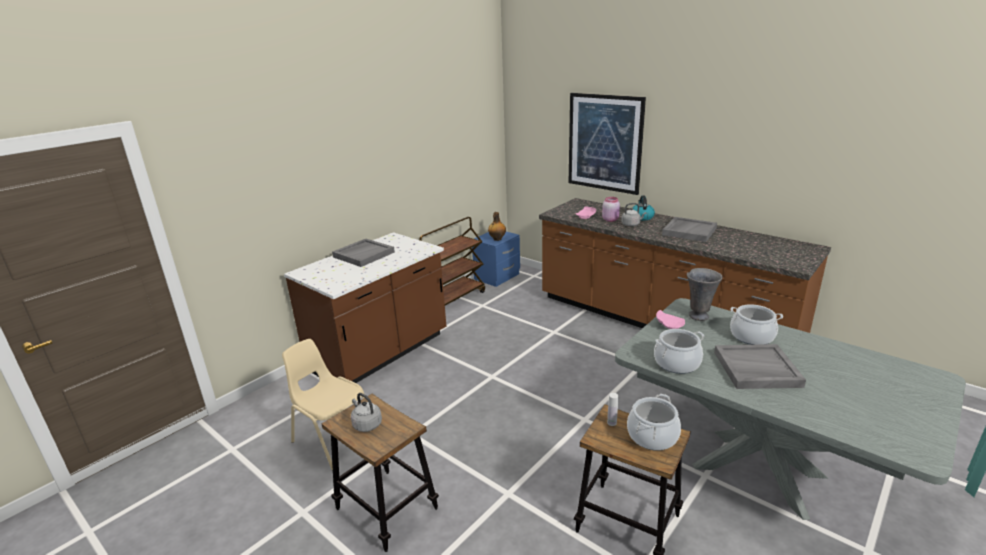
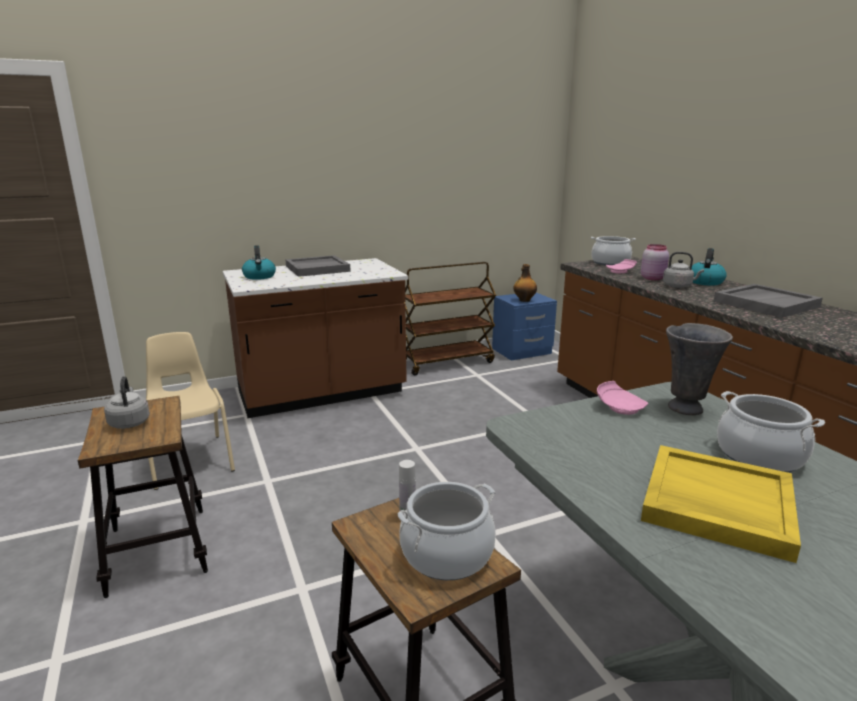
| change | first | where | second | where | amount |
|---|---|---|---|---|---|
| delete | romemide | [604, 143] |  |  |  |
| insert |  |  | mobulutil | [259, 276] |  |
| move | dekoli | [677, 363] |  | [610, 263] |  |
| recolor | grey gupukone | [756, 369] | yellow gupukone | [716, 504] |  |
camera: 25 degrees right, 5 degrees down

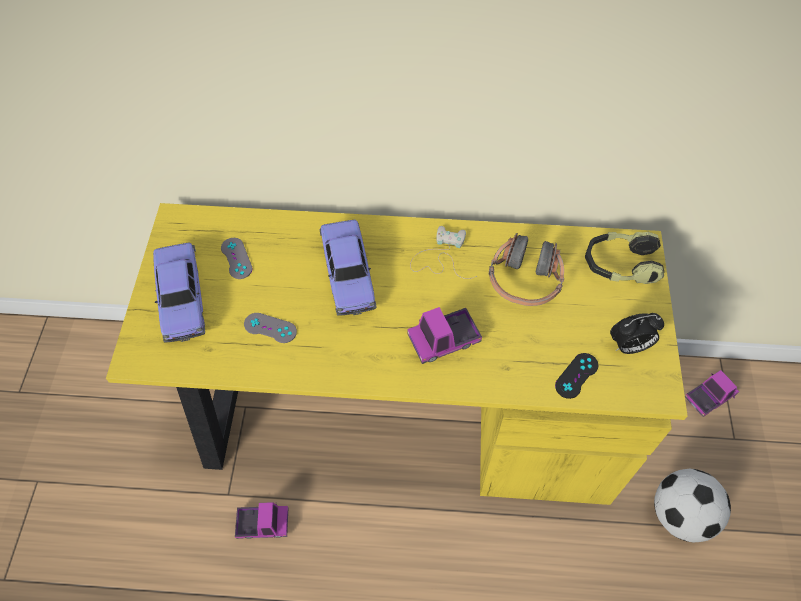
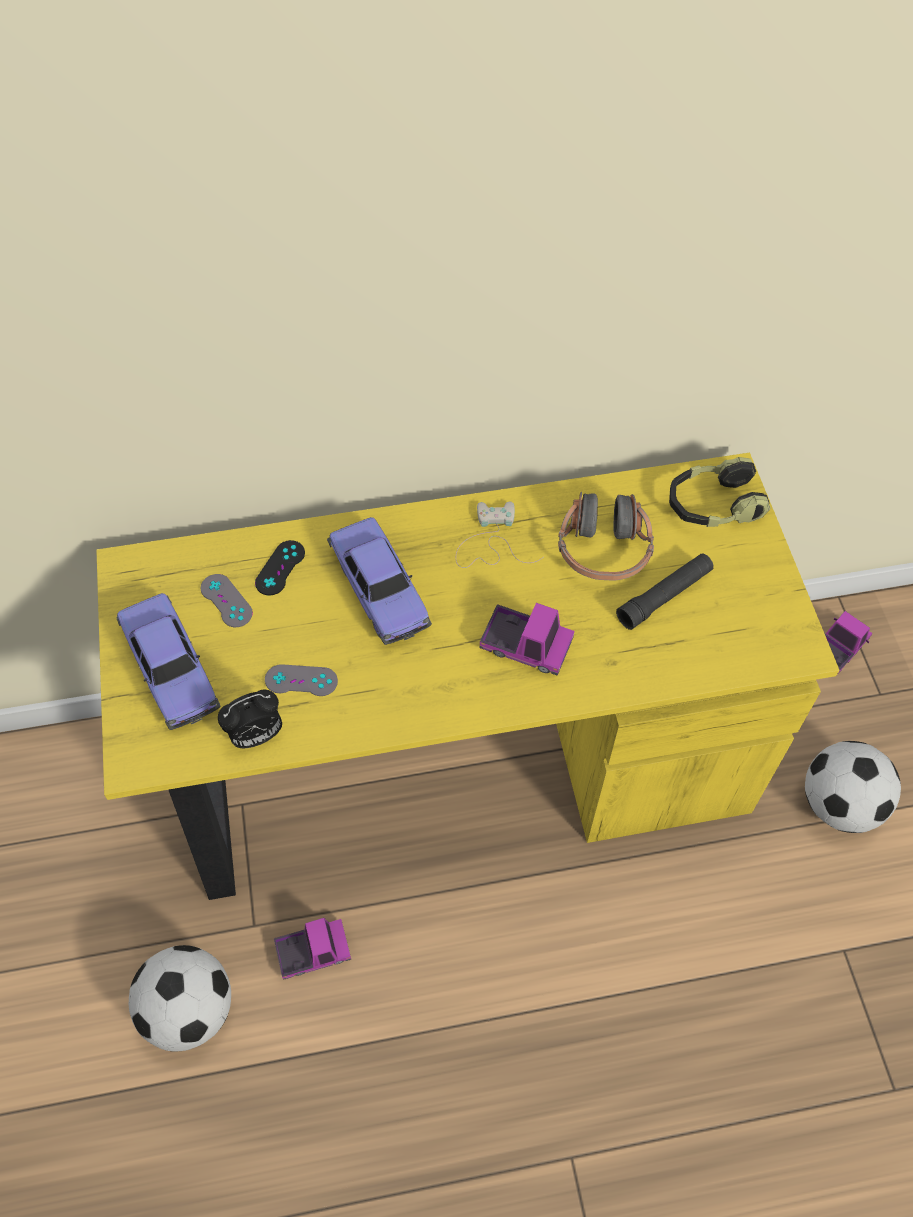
| change | first | where | second | where | amount |
|---|---|---|---|---|---|
| insert |  |  | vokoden | [189, 1009] |  |
| insert |  |  | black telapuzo | [664, 596] |  |
| move | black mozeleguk | [576, 375] |  | [280, 568] |  |
| move | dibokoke | [629, 346] |  | [256, 735] |  |
| rotate | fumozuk | [443, 340] |  | [526, 646] | 120 degrees counterclockwise |
camera: 15 degrees left, 0 degrees up

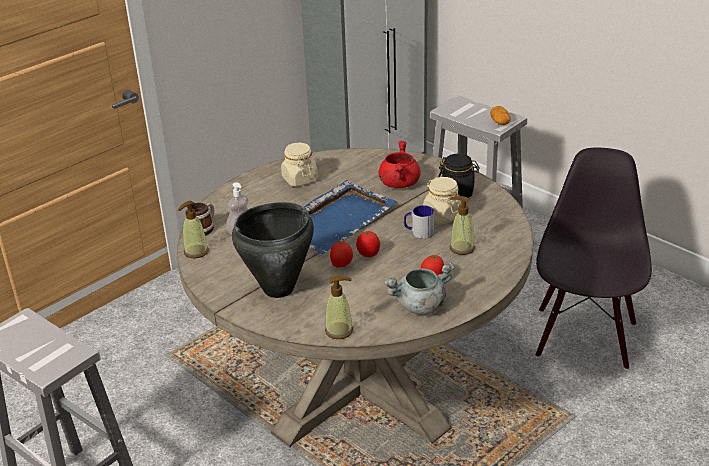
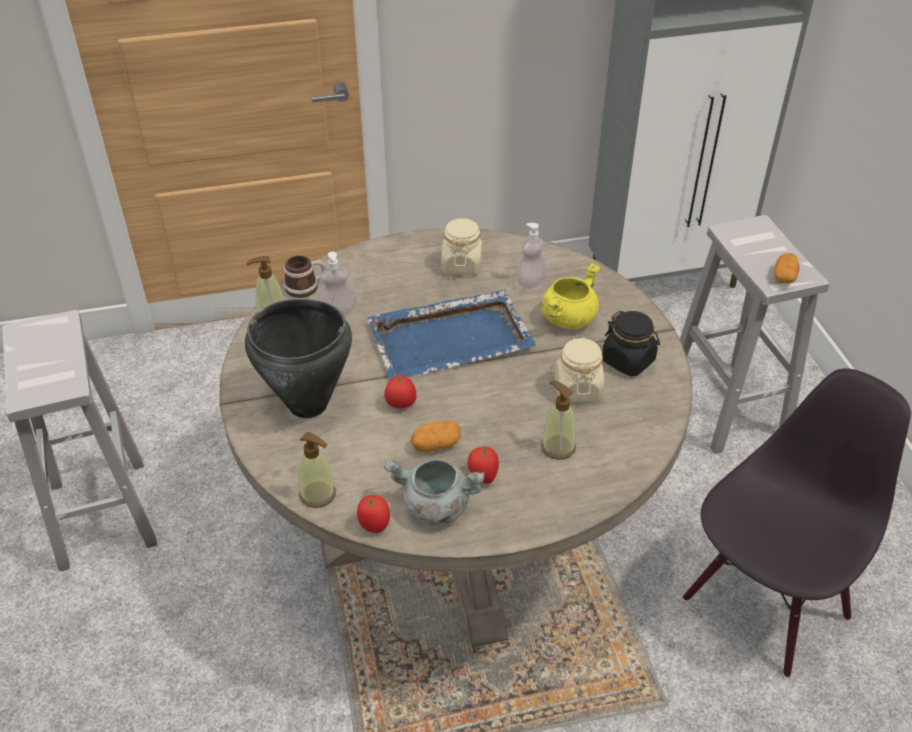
| change | first | where | second | where | amount |
|---|---|---|---|---|---|
| delete | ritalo | [418, 232] |  |  |  |
| insert |  |  | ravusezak | [436, 445] |  |
| insert |  |  | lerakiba | [530, 281] |  |
| move | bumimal | [368, 254] |  | [374, 525] |  |
| recolor | red dekoli | [399, 183] | yellow dekoli | [568, 318] |  |
camera: 30 degrees right, 10 degrees up

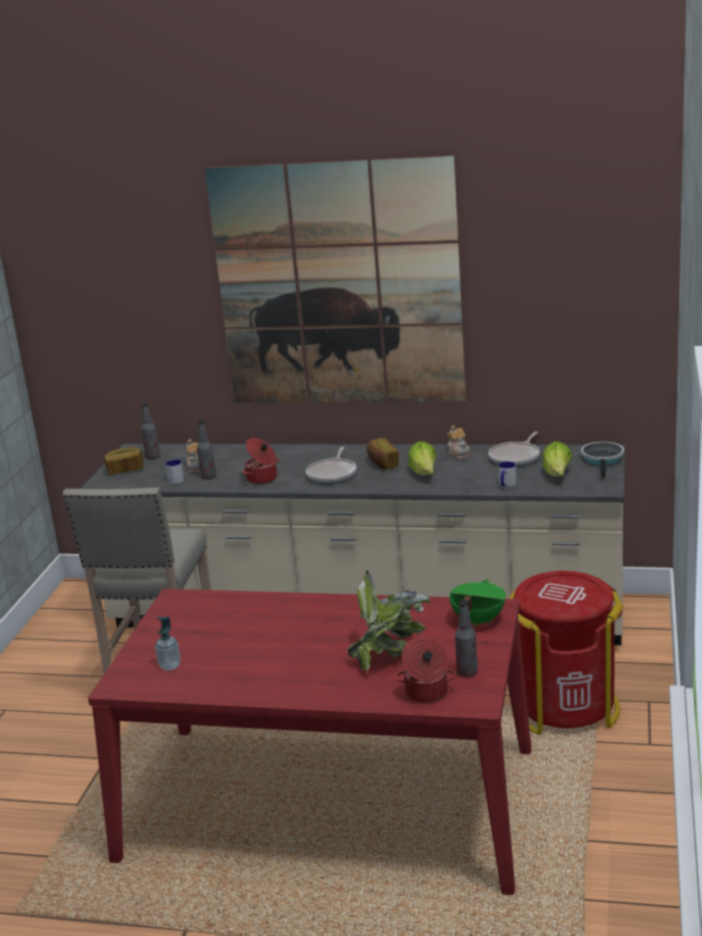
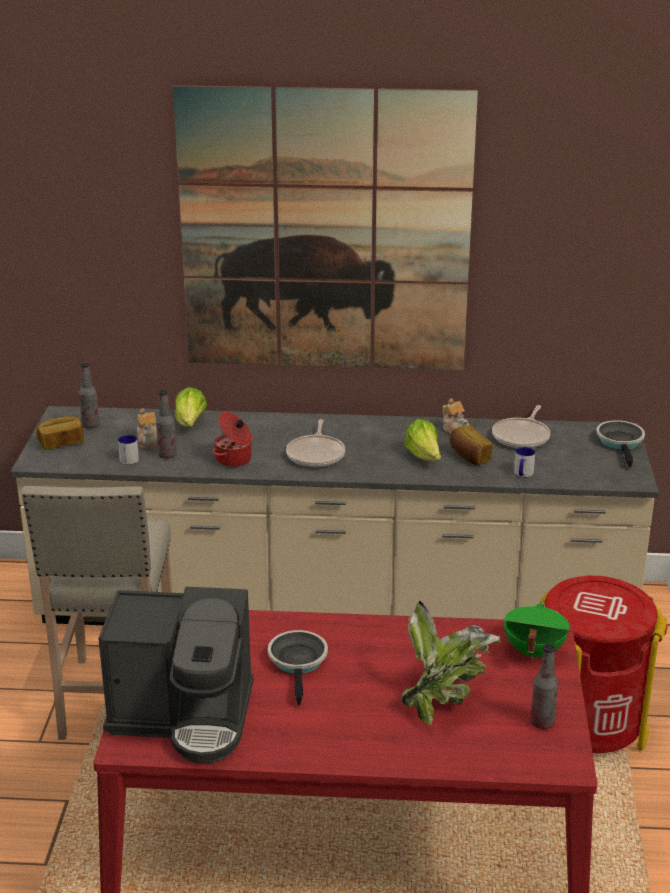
| change | first | where | second | where | amount |
|---|---|---|---|---|---|
| delete | dekoli | [426, 693] |  |  |  |
| insert |  |  | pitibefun | [298, 663] |  |
| move | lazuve | [382, 463] |  | [469, 456] |  |
| move | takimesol | [557, 475] |  | [190, 424] |  |
| replace | lerakiba | [170, 666] | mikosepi | [184, 716] |  |
camera: 10 degrees left, 5 degrees up

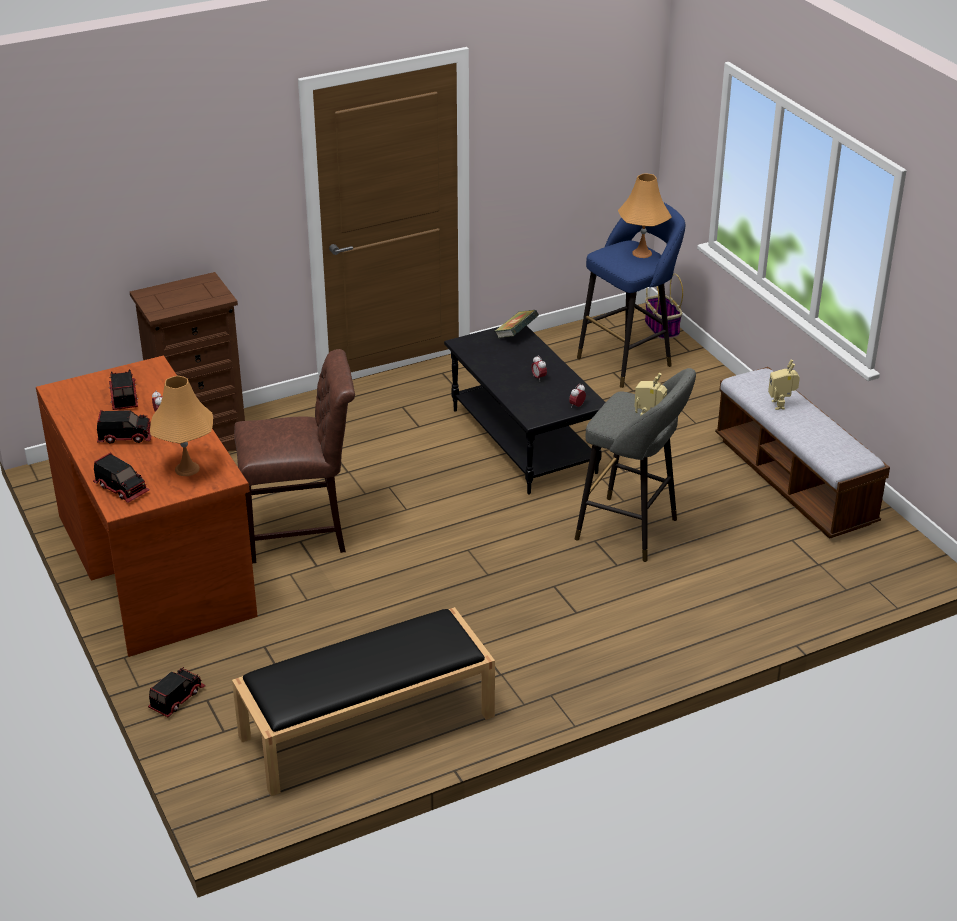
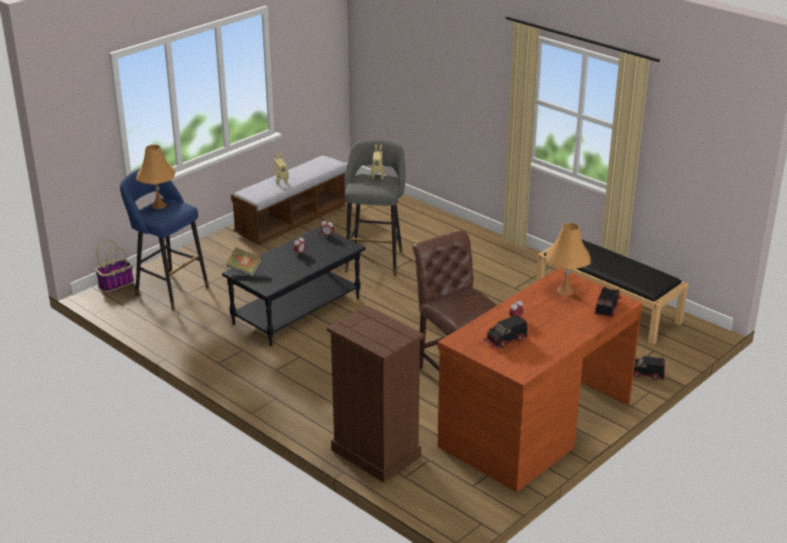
| change | first | where | second | where | amount |
|---|---|---|---|---|---|
| delete | fumozuk | [126, 436] |  |  |  |
camera: 110 degrees left, 5 degrees down

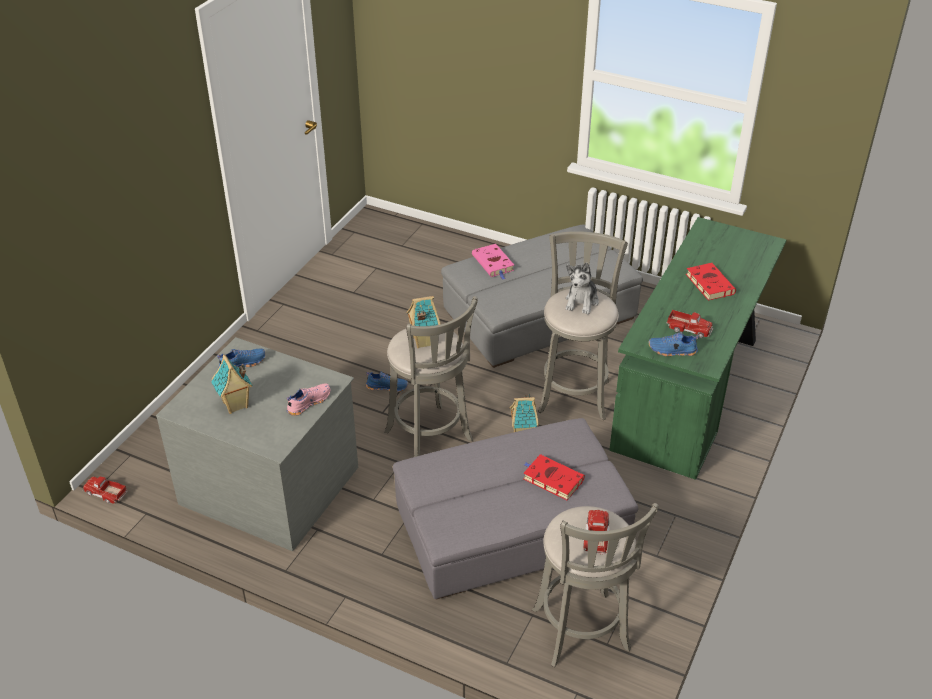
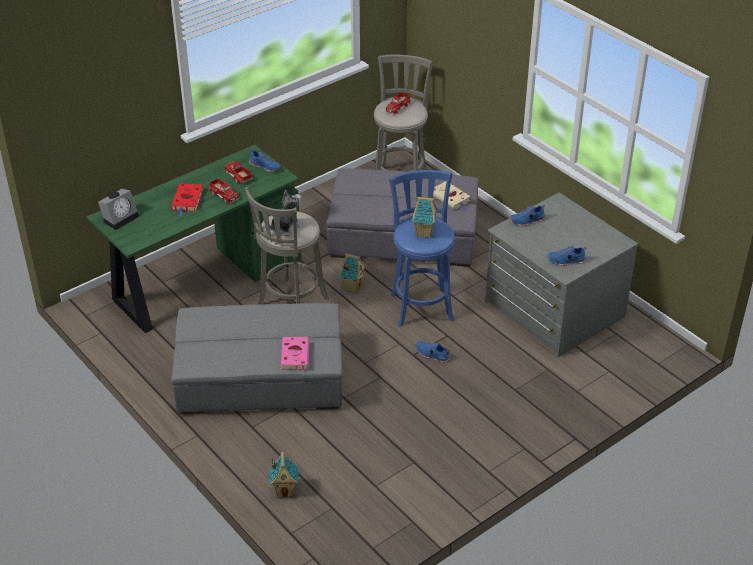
| change | first | where | second | where | amount |
|---|---|---|---|---|---|
| delete | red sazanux | [551, 479] |  |  |  |
| insert |  |  | dibokoke | [121, 218] |  |
| insert |  |  | beige sazanux | [450, 198] |  |
| move | fumozuk | [105, 493] |  | [224, 195] |  |
| move | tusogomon | [235, 405] |  | [285, 490] |  |
| recolor | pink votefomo | [308, 402] | blue votefomo | [527, 221] |  |
| recolor | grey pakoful | [431, 438] | blue pakoful | [421, 305] |  |
camera: 155 degrees left, 0 degrees up

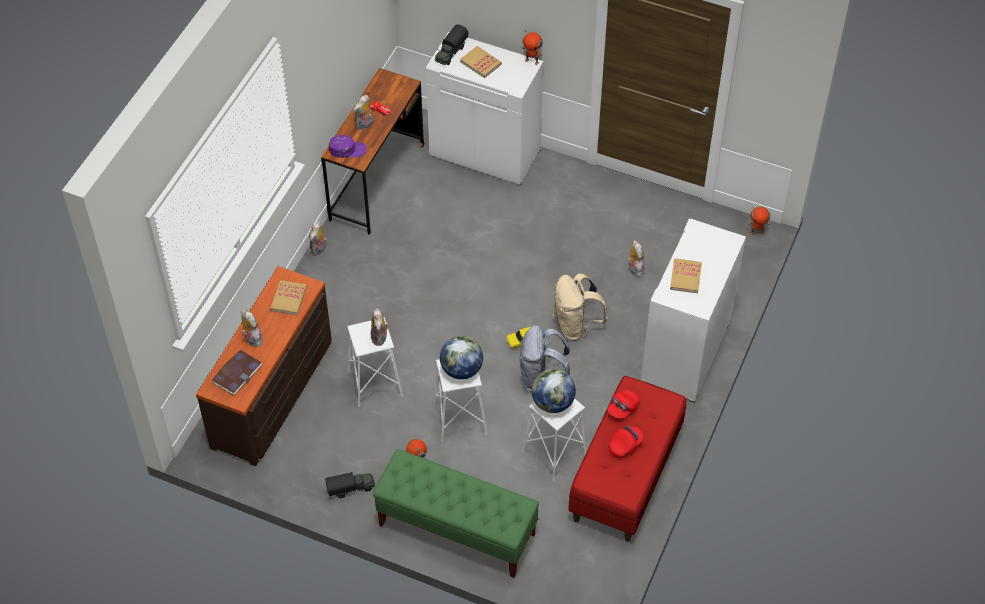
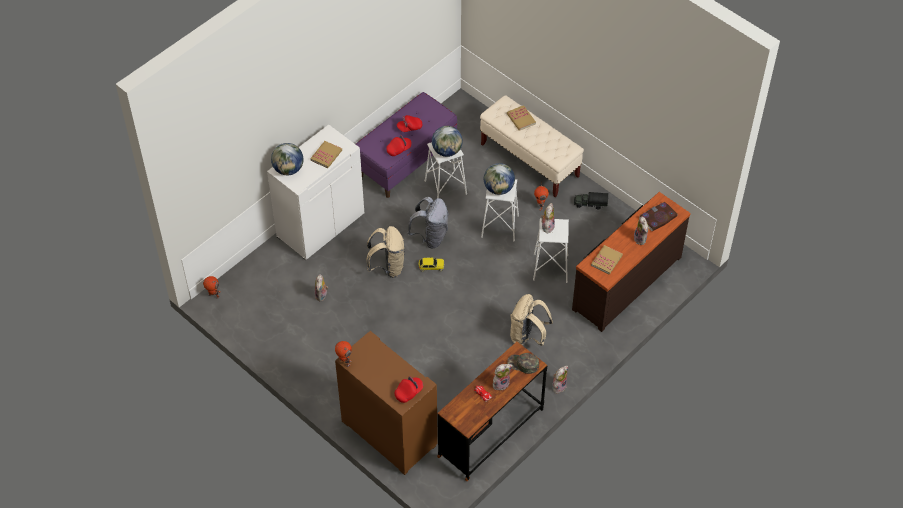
| change | first | where | second | where | amount |
|---|---|---|---|---|---|
| insert |  |  | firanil | [288, 169] |  |
| insert |  |  | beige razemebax | [528, 336] |  |
| move | sazanux | [480, 63] |  | [521, 119] |  |
| replace | fumozuk | [450, 52] | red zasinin | [409, 392] |  |
| recolor | purple zasinin | [347, 149] | green zasinin | [523, 364] |  |
| recolor | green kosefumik | [456, 530] | beige kosefumik | [530, 161] |  |
| recolor | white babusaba | [486, 152] | brown babusaba | [388, 433] |  |
| recolor | red kosefumik | [626, 477] | purple kosefumik | [406, 160] |  |
camera: 160 degrees left, 0 degrees up

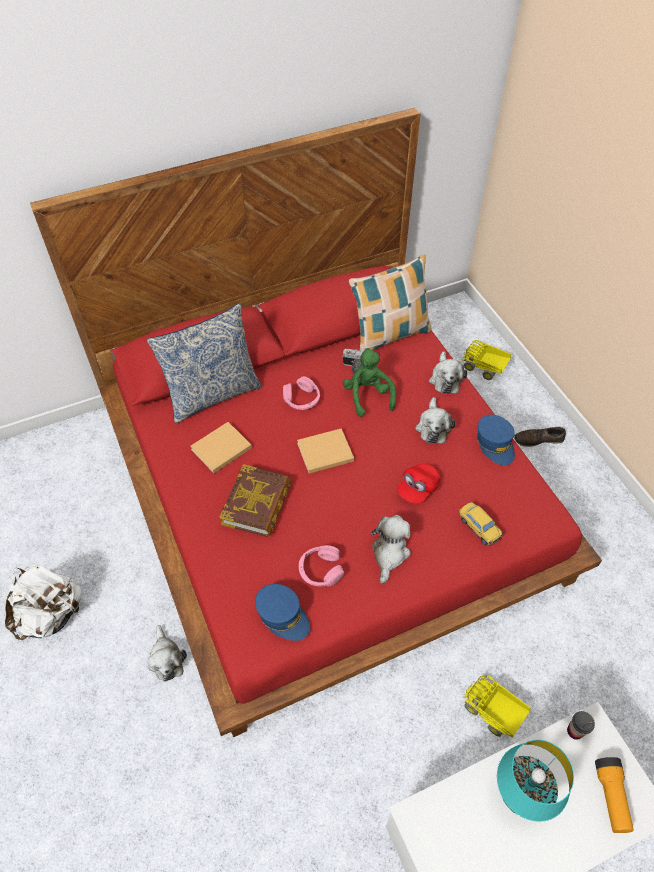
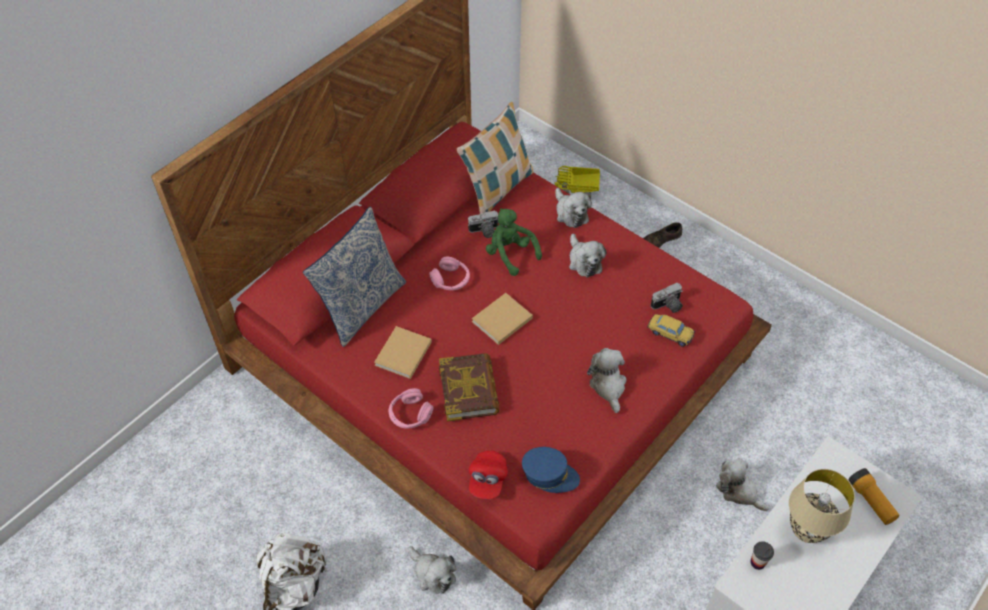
| change | first | where | second | where | amount |
|---|---|---|---|---|---|
| delete | blue zasinin | [495, 444] |  |  |  |
| insert |  |  | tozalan | [668, 306] |  |
| move | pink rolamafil | [320, 570] |  | [410, 414] |  |
| move | red zasinin | [418, 489] |  | [487, 480] |  |
| move | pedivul | [575, 731] |  | [757, 562] |  |
| replace | fumozuk | [492, 712] | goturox | [738, 491] |  |
| recolor | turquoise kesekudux | [518, 796] | beige kesekudux | [805, 532] |  |
camera: 25 degrees left, 0 degrees up

